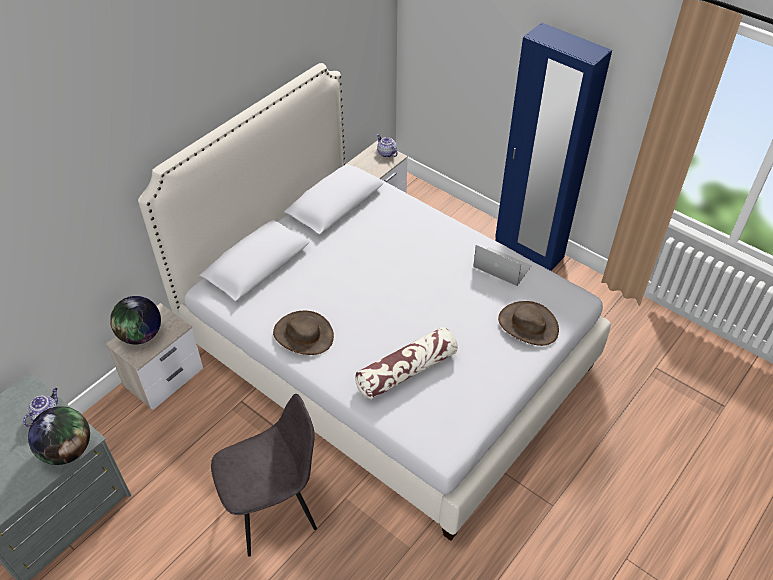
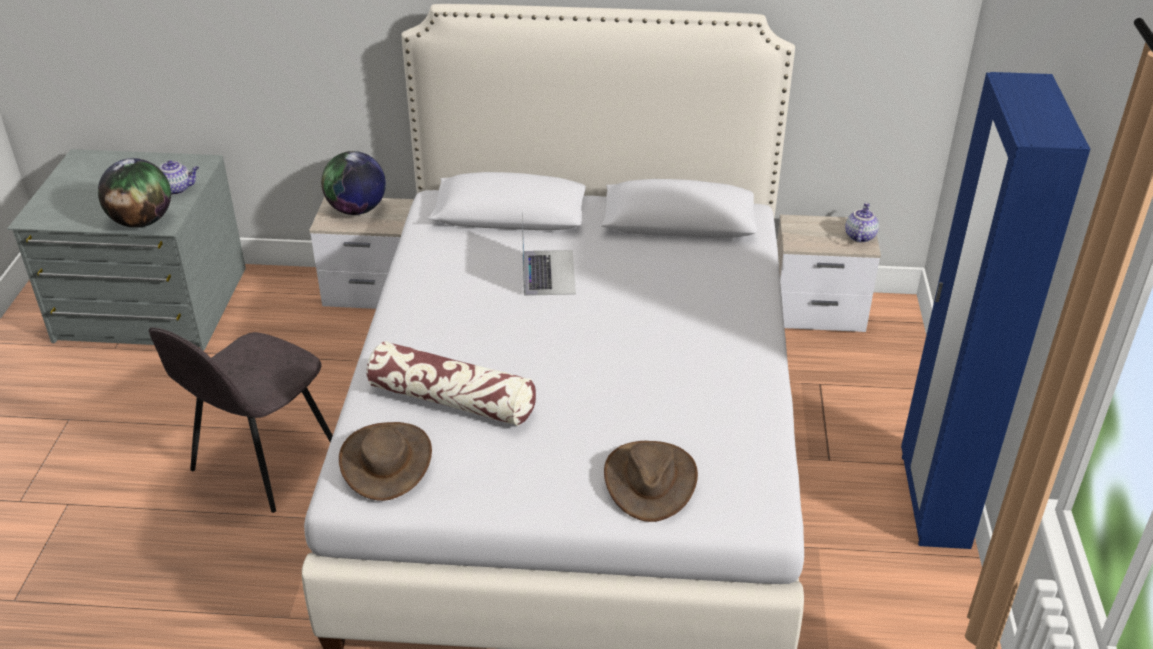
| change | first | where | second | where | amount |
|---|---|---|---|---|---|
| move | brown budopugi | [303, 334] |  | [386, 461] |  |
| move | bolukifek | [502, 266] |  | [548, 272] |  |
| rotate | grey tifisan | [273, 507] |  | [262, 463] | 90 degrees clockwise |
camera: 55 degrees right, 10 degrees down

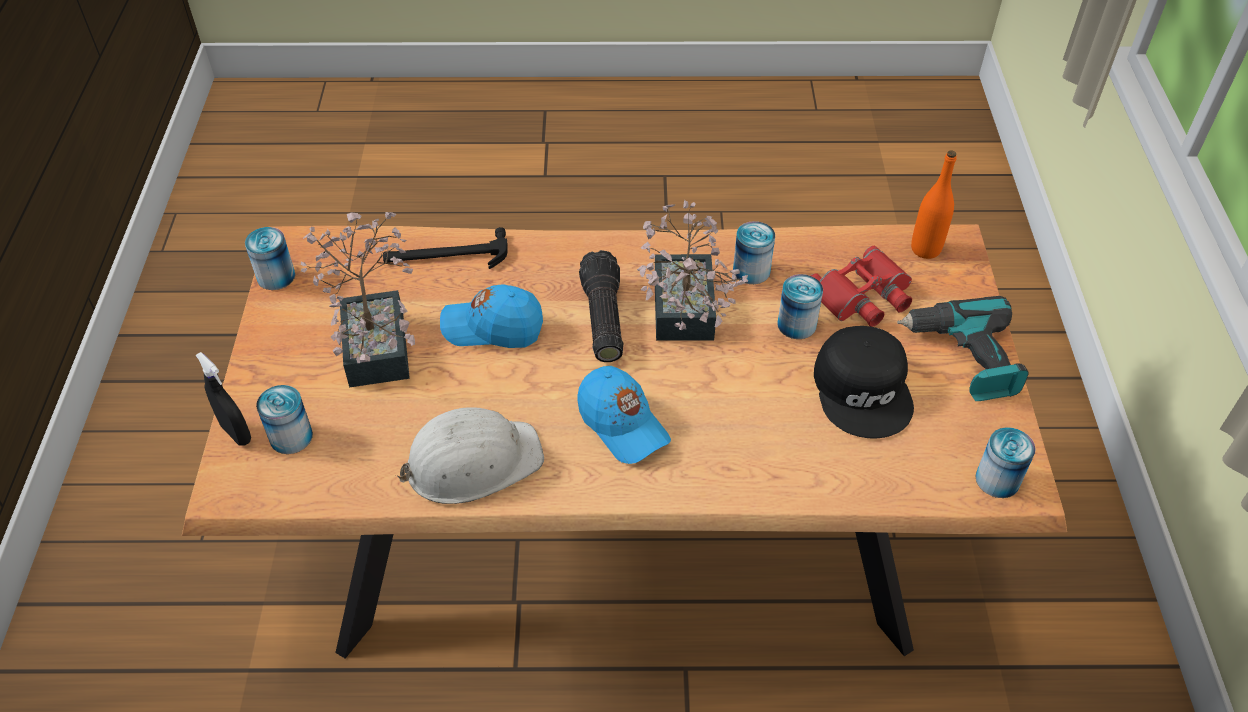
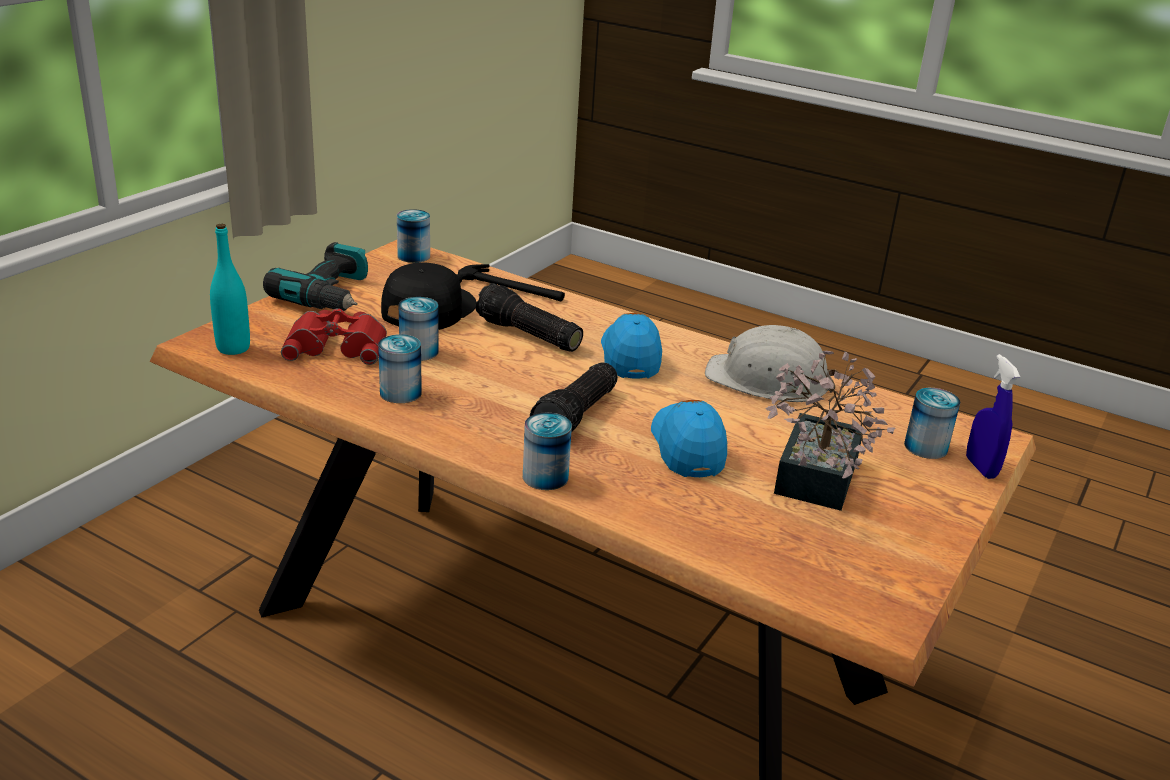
| change | first | where | second | where | amount |
|---|---|---|---|---|---|
| delete | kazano | [682, 317] |  |  |  |
| insert |  |  | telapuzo | [527, 335] |  |
| move | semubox | [276, 276] |  | [545, 477] |  |
| move | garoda | [446, 256] |  | [511, 288] |  |
| recolor | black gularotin | [236, 433] | blue gularotin | [980, 468] |  |
| recolor | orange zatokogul | [925, 249] | turquoise zatokogul | [233, 348] |  |
| rotate | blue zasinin | [493, 327] |  | [687, 448] | 135 degrees counterclockwise |
camera: 150 degrees left, 20 degrees down

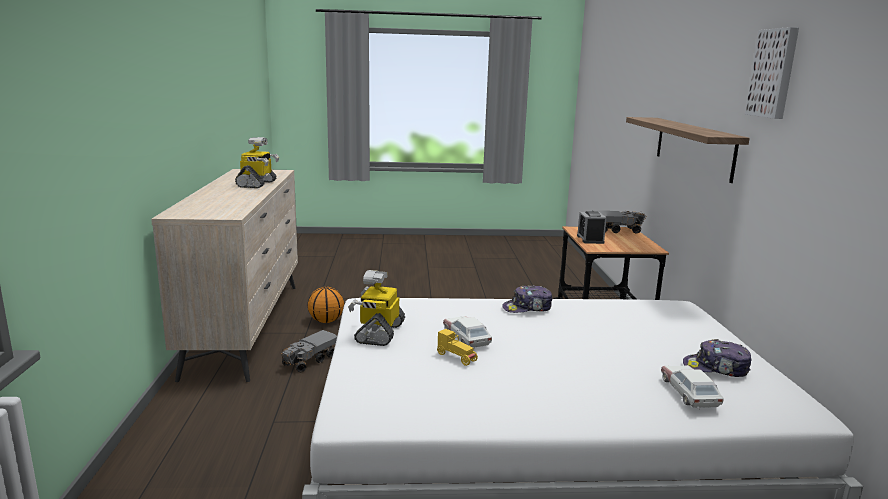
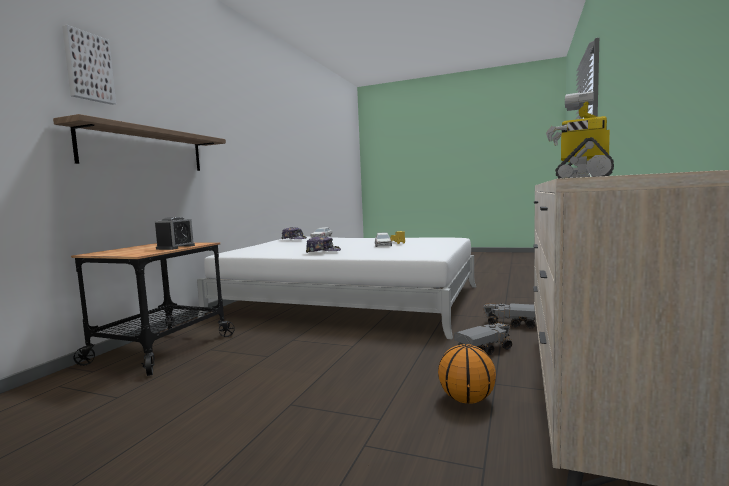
| change | first | where | second | where | amount |
|---|---|---|---|---|---|
| delete | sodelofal | [379, 333] |  |  |  |
| move | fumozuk | [616, 230] |  | [511, 324] |  |
| move | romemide | [774, 73] |  | [88, 67] |  |
camera: 155 degrees left, 10 degrees down

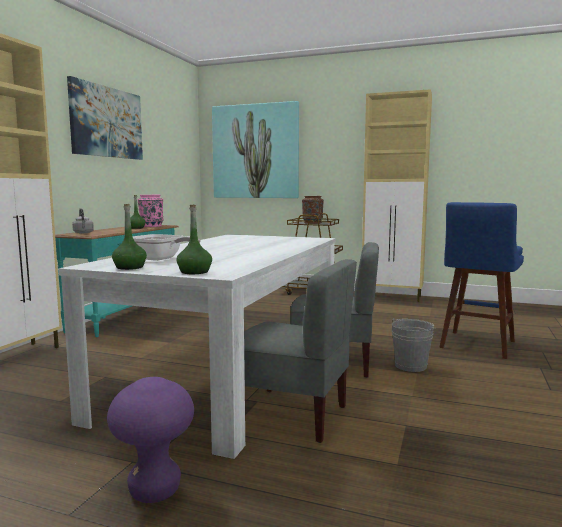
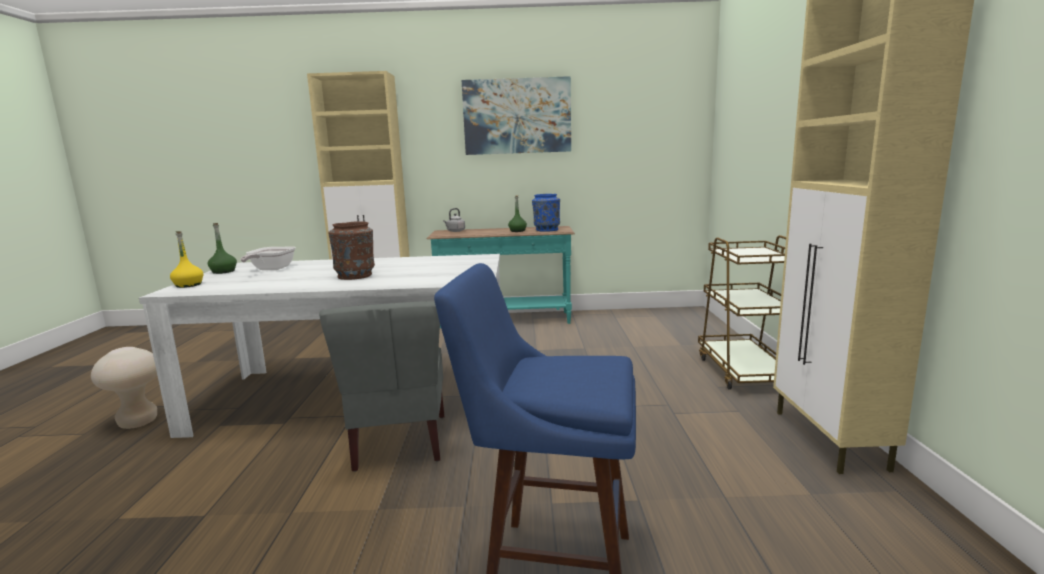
| change | first | where | second | where | amount |
|---|---|---|---|---|---|
| delete | romemide | [256, 151] |  |  |  |
| delete | grey tifisan | [291, 415] |  |  |  |
| delete | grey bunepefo | [411, 366] |  |  |  |
| move | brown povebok | [312, 223] |  | [356, 275] |  |
| recolor | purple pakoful | [155, 490] | beige pakoful | [138, 422] |  |
| recolor | pink povebok | [151, 226] | blue povebok | [546, 230] |  |
| recolor | green zatokogul | [194, 272] | yellow zatokogul | [188, 285] |  |
camera: 70 degrees right, 5 degrees up

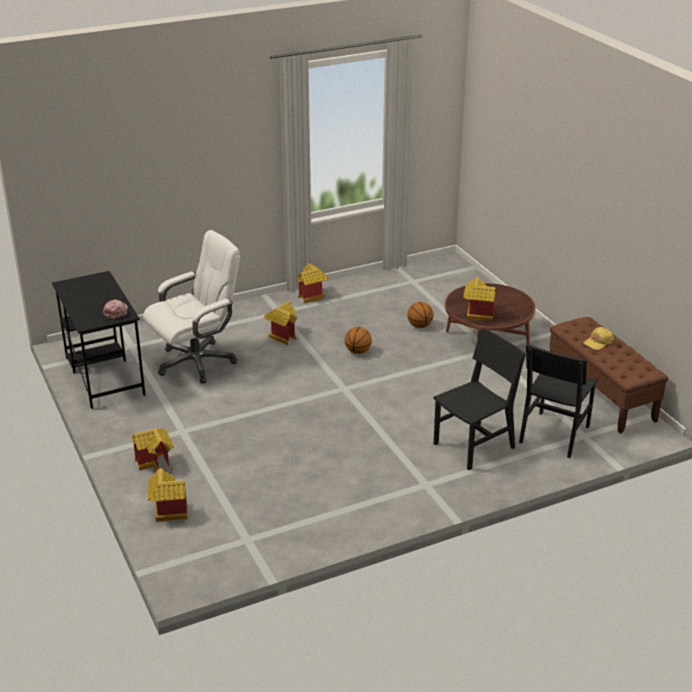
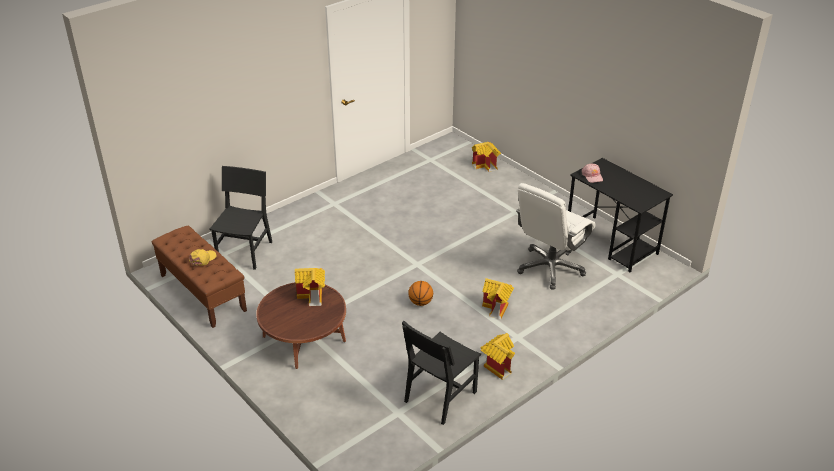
| change | first | where | second | where | amount |
|---|---|---|---|---|---|
| delete | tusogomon | [157, 464] |  |  |  |
| delete | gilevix | [420, 326] |  |  |  |
| move | black tifisan | [474, 446] |  | [440, 396] |  |
camera: 165 degrees right, 5 degrees up

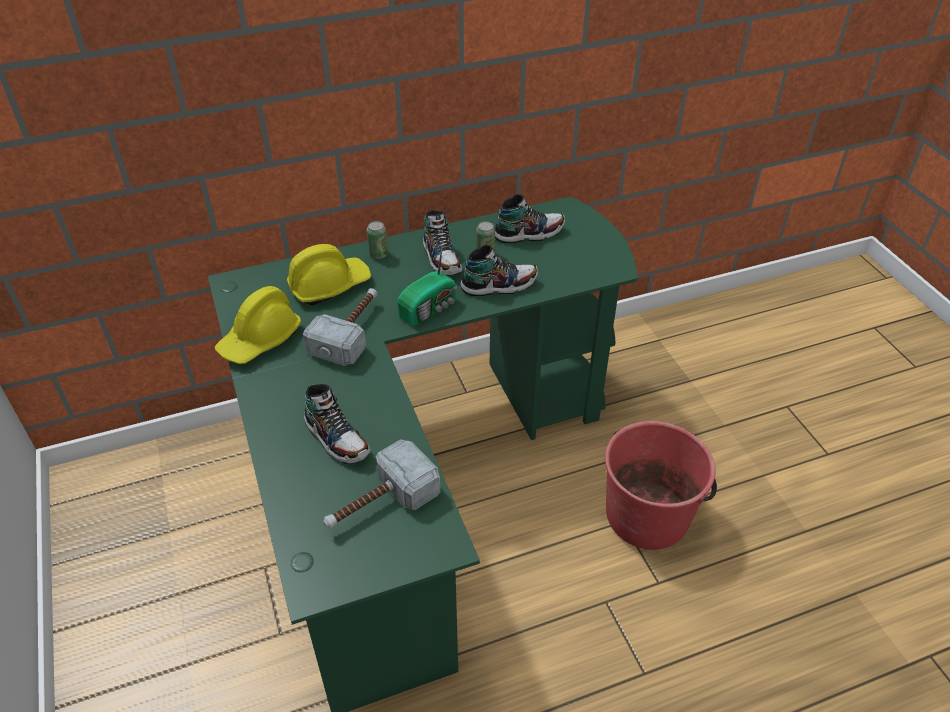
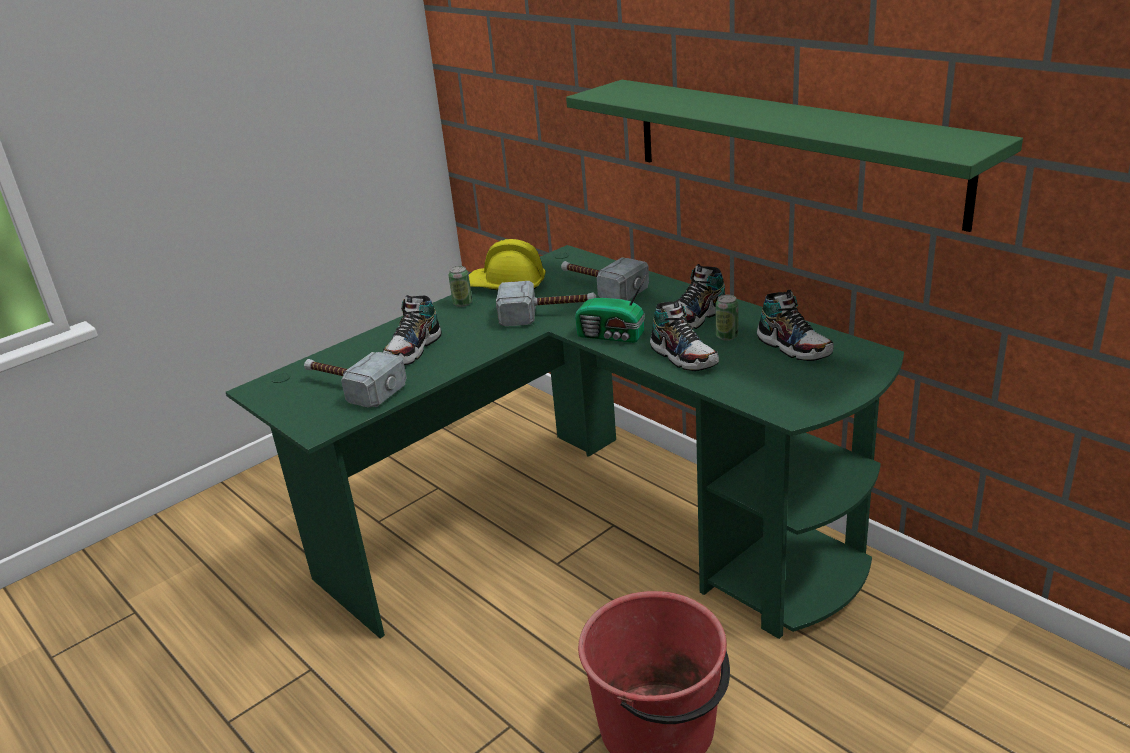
| change | first | where | second | where | amount |
|---|---|---|---|---|---|
| insert |  |  | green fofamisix | [789, 148] |  |
| move | semubox | [378, 254] |  | [462, 303] |  |
| replace | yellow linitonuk | [329, 285] | garoda | [600, 287] |  |
camera: 70 degrees right, 15 degrees down

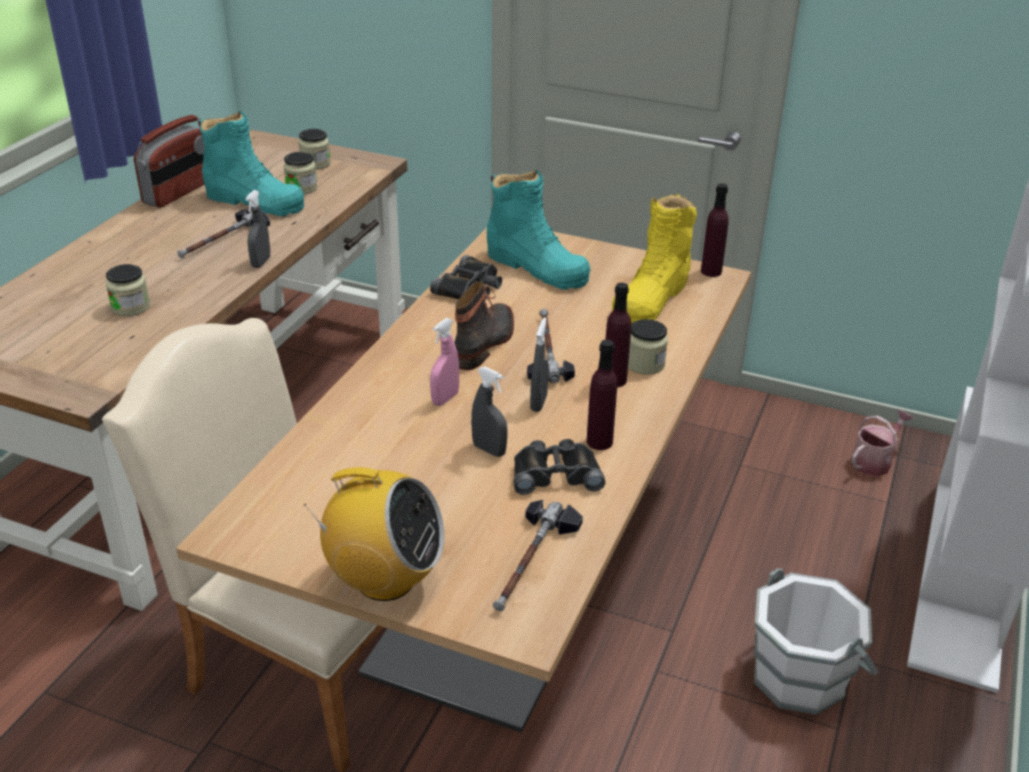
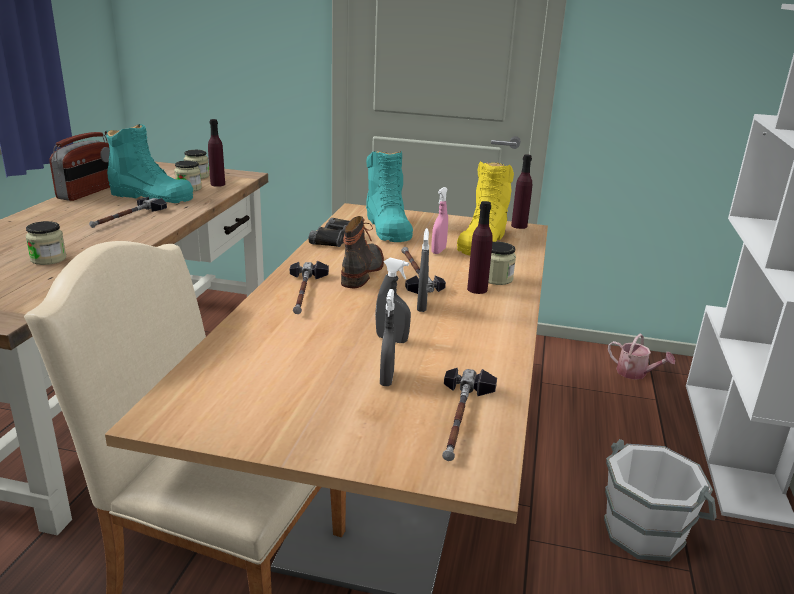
| change | first | where | second | where | amount |
|---|---|---|---|---|---|
| delete | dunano | [384, 580] |  |  |  |
| delete | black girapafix | [555, 473] |  |  |  |
| insert |  |  | garoda | [305, 292] |  |
| move | grey gularotin | [261, 262] |  | [386, 379] |  |
| move | pink gularotin | [445, 399] |  | [438, 251] |  |
| move | purple zatokogul | [599, 442] |  | [217, 184] |  |
| rotate | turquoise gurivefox | [537, 268] |  | [387, 227] | 45 degrees clockwise |
| rotate | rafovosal | [874, 461] |  | [635, 373] | 90 degrees clockwise |
camera: 10 degrees left, 10 degrees down

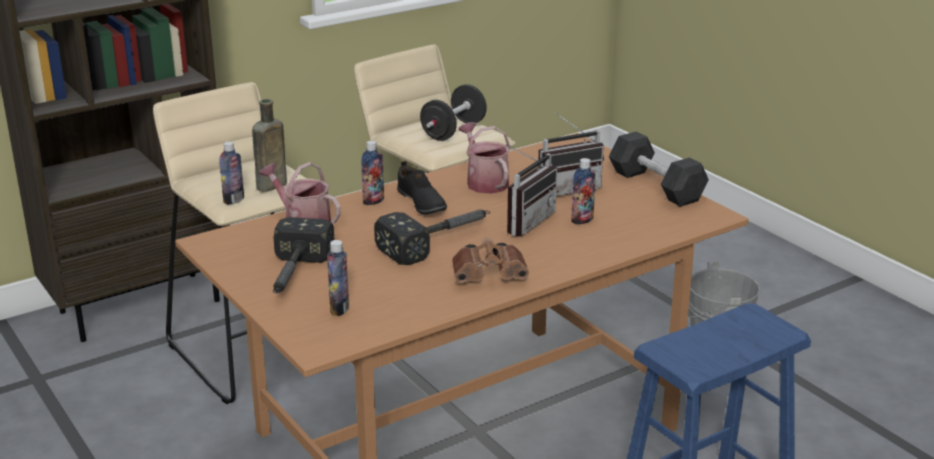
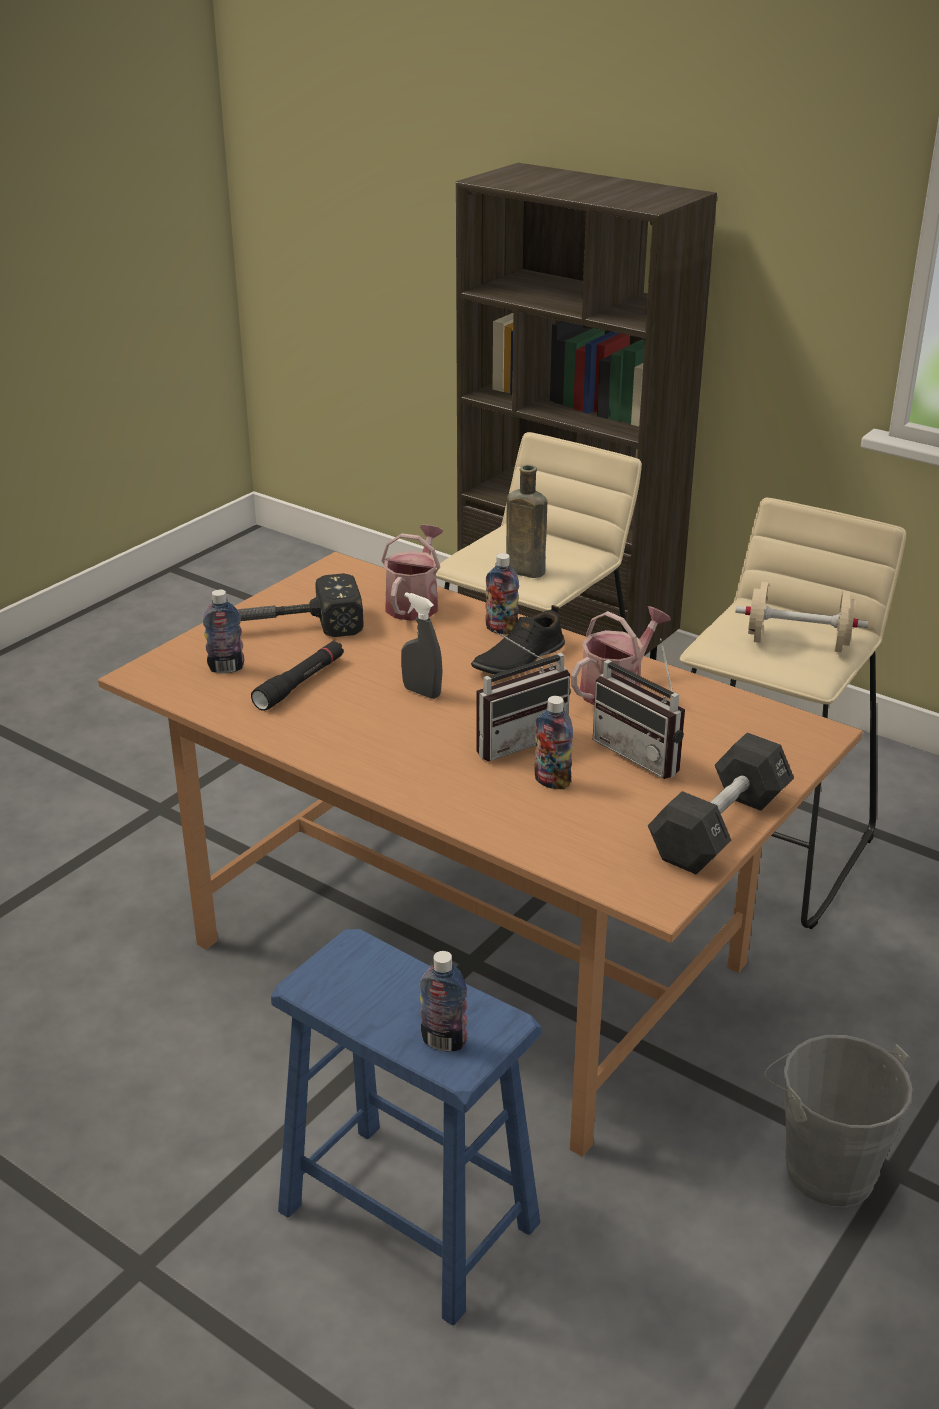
| change | first | where | second | where | amount |
|---|---|---|---|---|---|
| delete | brown girapafix | [491, 276] |  |  |  |
| insert |  |  | black telapuzo | [300, 683] |  |
| move | zatokogul | [233, 200] |  | [444, 1041] |  |
| replace | garoda | [440, 241] | grey gularotin | [422, 692] |  |
| recolor | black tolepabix | [453, 131] | beige tolepabix | [797, 643] |  |
| rotate | dunano | [524, 221] |  | [517, 739] | 45 degrees counterclockwise |
camera: 70 degrees right, 5 degrees up

